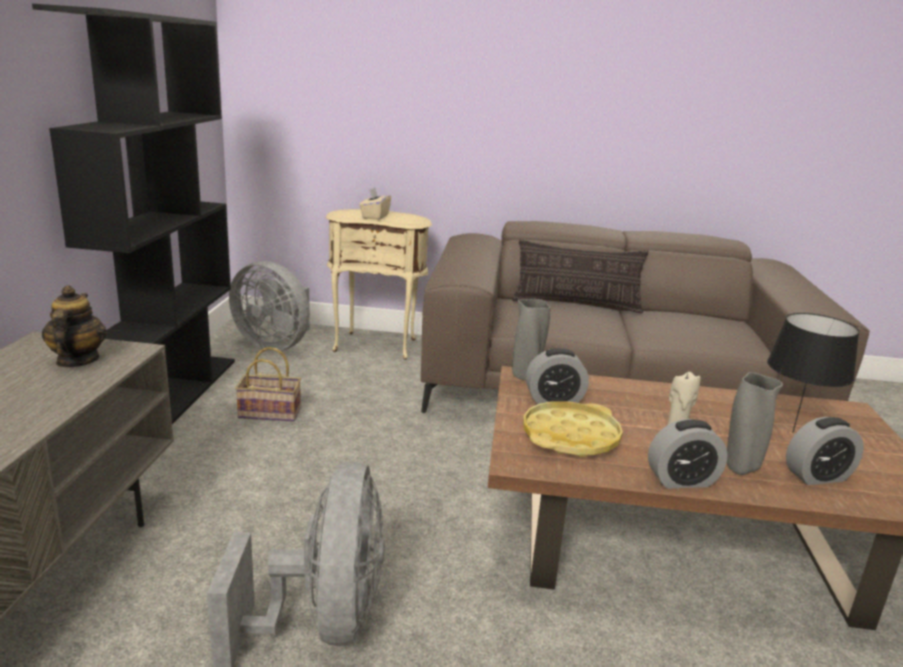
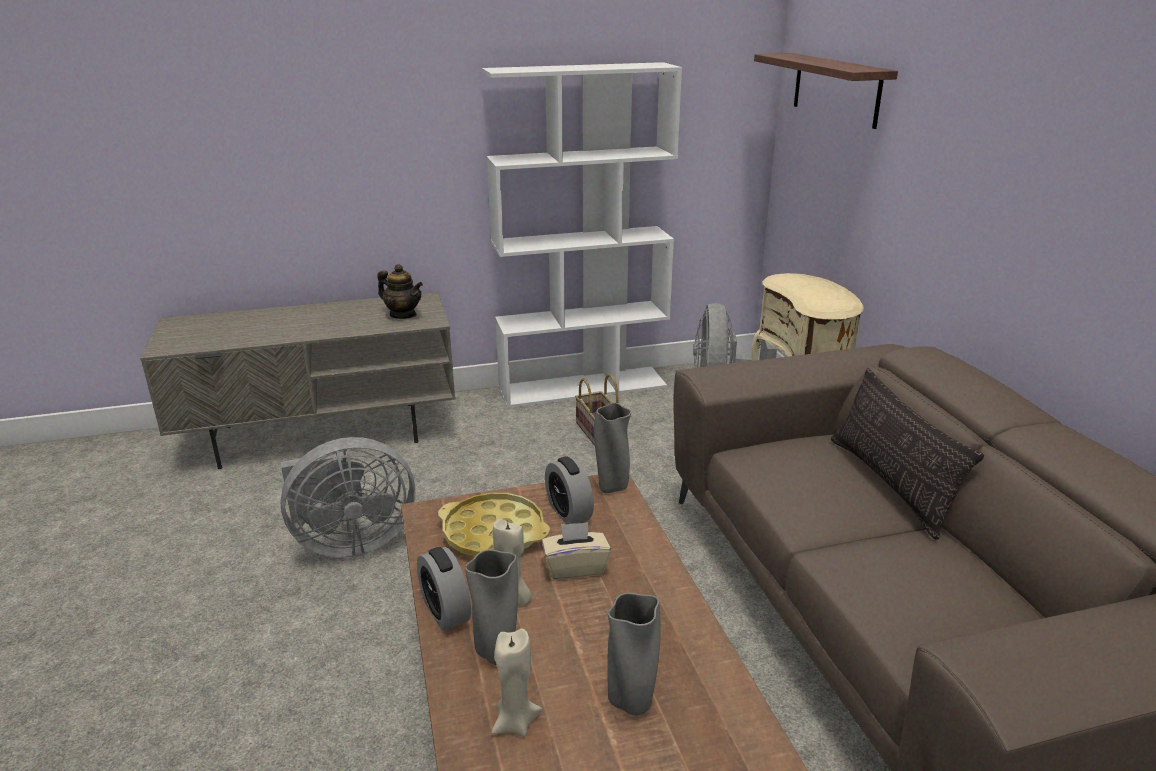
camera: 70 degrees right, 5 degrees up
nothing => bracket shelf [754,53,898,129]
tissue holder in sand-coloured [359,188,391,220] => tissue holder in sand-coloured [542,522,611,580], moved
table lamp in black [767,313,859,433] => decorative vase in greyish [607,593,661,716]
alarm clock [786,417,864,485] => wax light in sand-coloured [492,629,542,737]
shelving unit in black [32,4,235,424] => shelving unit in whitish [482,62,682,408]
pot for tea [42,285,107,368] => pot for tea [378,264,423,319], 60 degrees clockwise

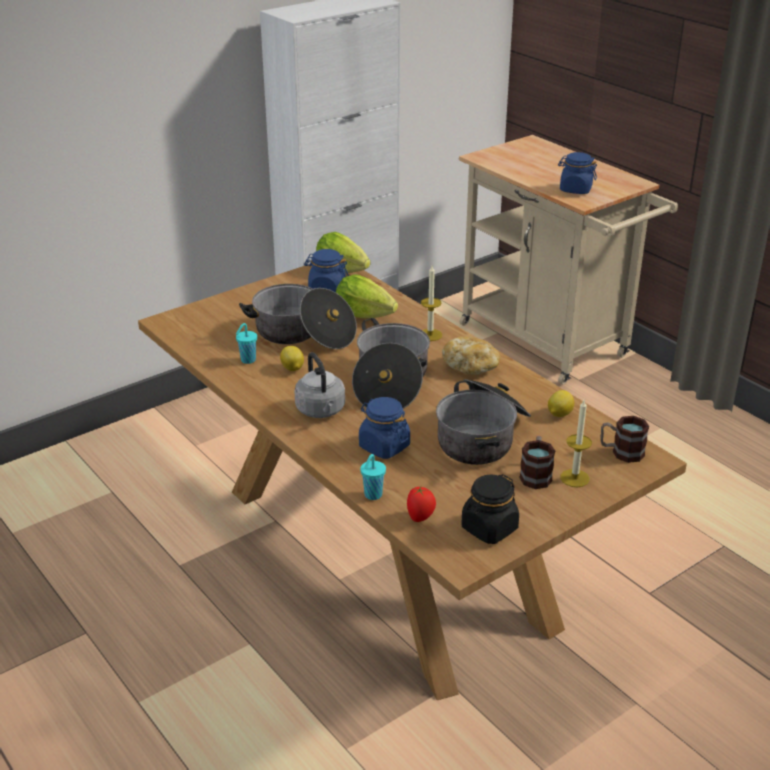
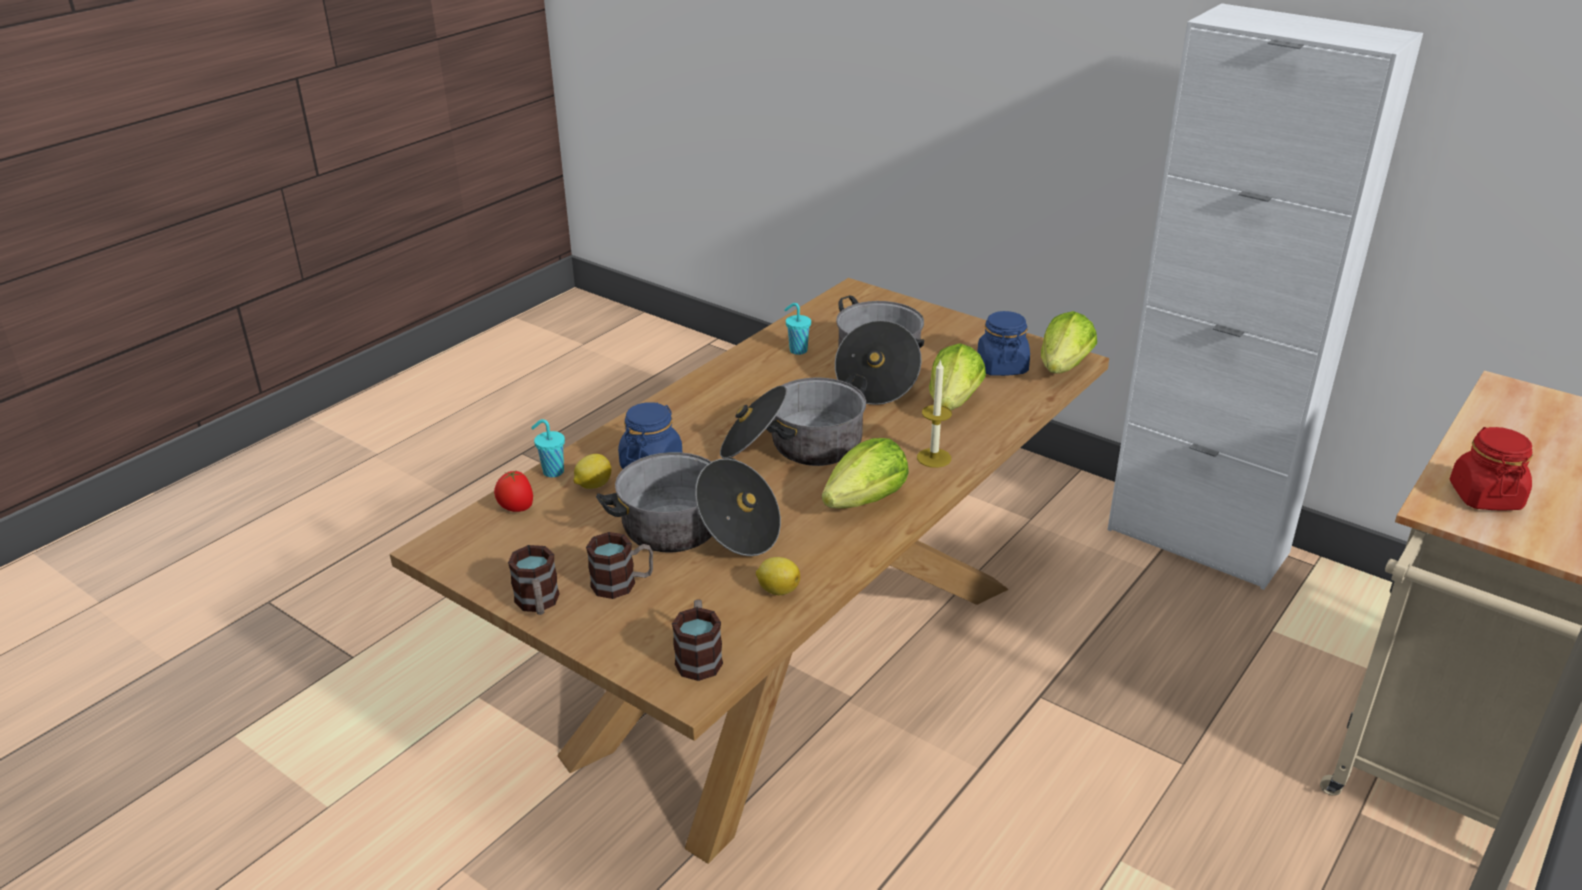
camera: 75 degrees right, 0 degrees up
water kettle in greyish [294,352,345,418] => nothing
preserve jar in black [461,474,519,544] => nothing
wax light [560,400,592,487] => nothing
nothing => mug [508,545,560,615]
lemon [280,346,304,371] => lemon [573,454,611,489], moved
baked bread [442,336,500,375] => head of lettuce [822,438,909,508]
preserve jar in blue-coloured [558,152,597,194] => preserve jar in red [1450,427,1532,510]

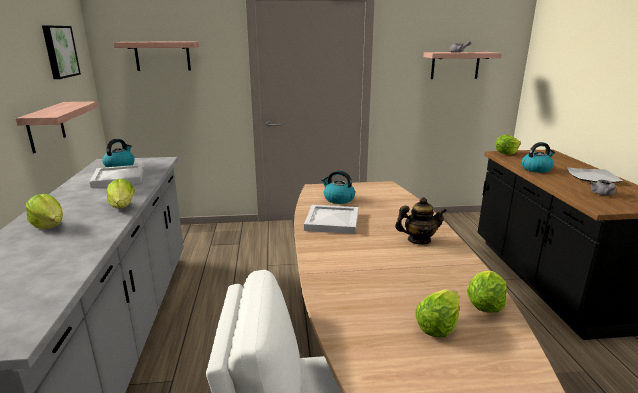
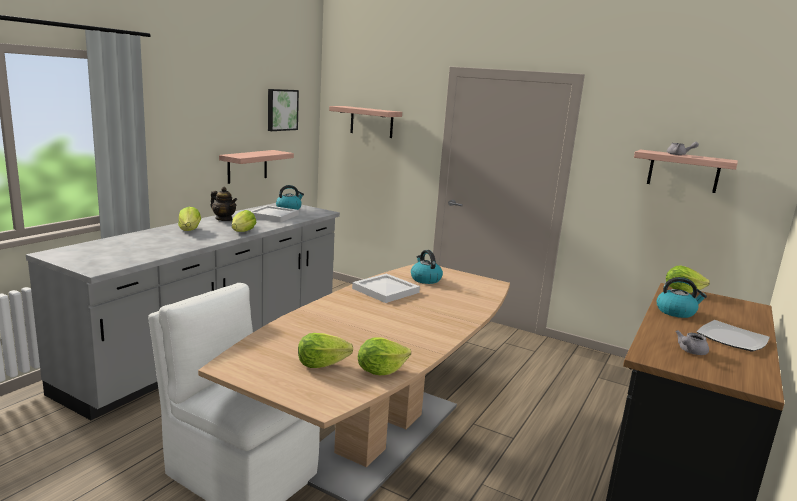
camera: 35 degrees right, 5 degrees down
pot for tea [395,197,447,245] => pot for tea [211,187,237,221], moved

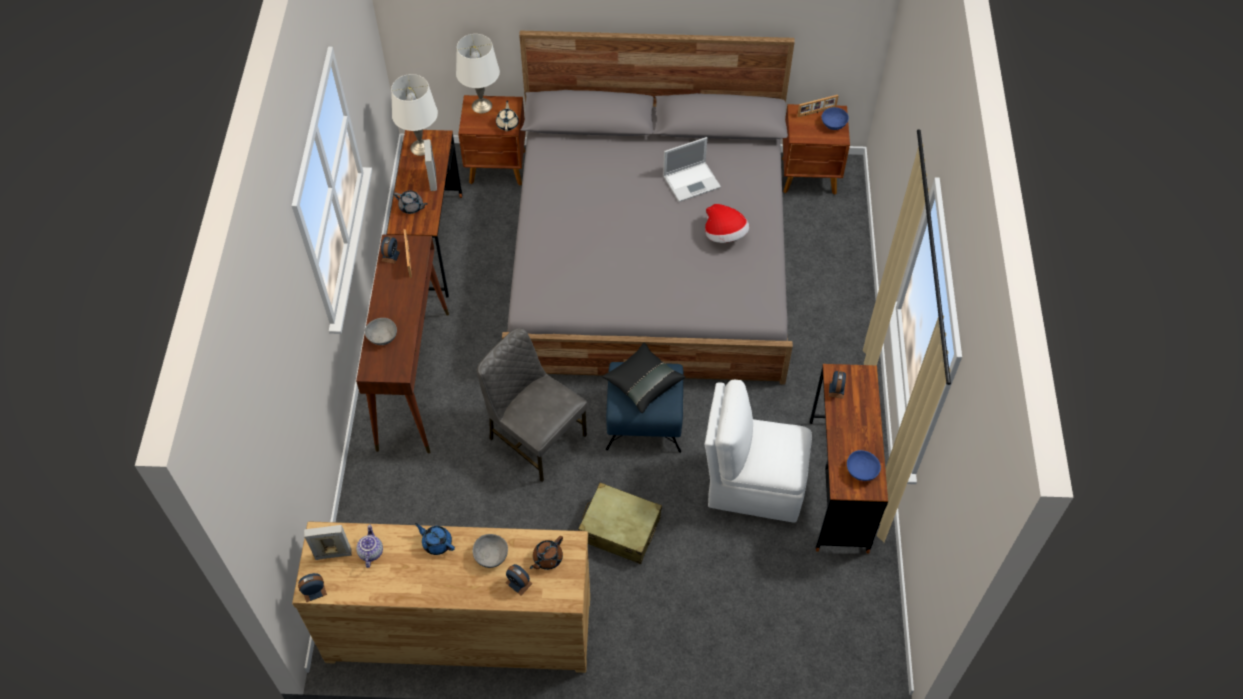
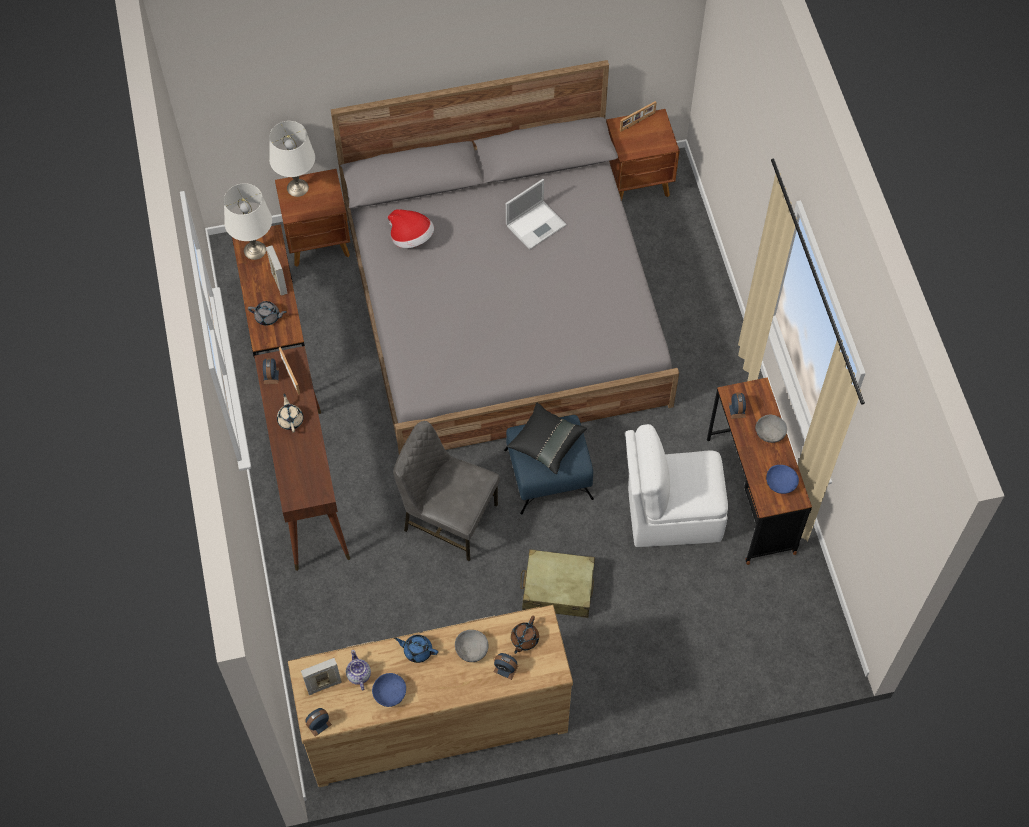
camera: 15 degrees left, 5 degrees up
deep dish in greyish [364,318,397,345] => deep dish in greyish [755,415,787,443], moved
pot for tea in sand-coloured [496,100,519,132] => pot for tea in sand-coloured [277,394,303,433], moved
wearable hat [705,204,749,243] => wearable hat [388,209,434,248], moved
deep dish in blue-coloured [821,107,849,130] => deep dish in blue-coloured [372,673,406,707], moved

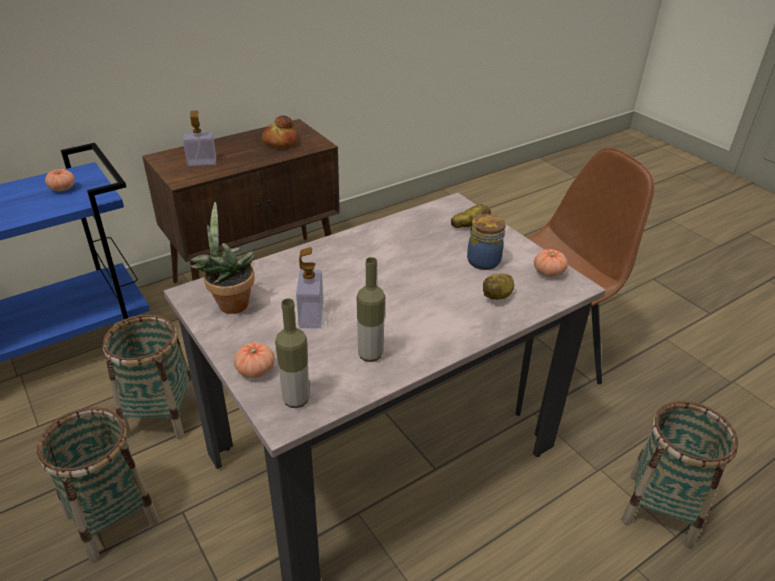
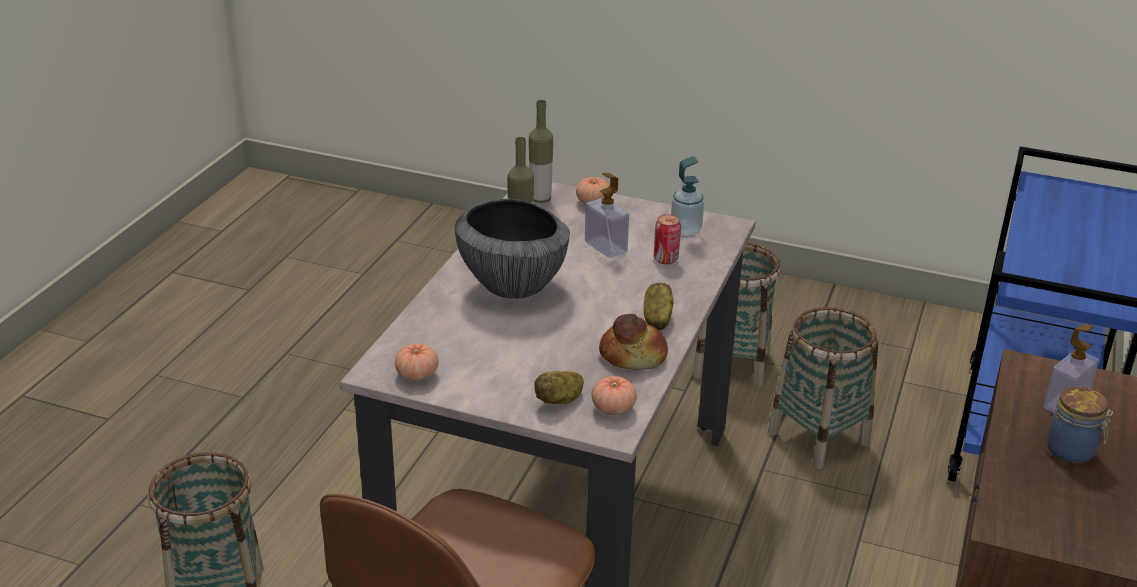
camera: 145 degrees right, 5 degrees down
nothing => deep dish [455,199,570,299]
nothing => sealed can [654,214,681,264]
whole tomato [45,169,75,191] => whole tomato [591,376,637,415], moved
baked bread [262,115,298,148] => baked bread [599,314,668,370], moved
preserve jar [467,214,505,270] => preserve jar [1047,386,1113,464], moved
spud [483,274,514,300] => spud [644,283,674,330], moved
plant in a pot [190,202,255,314] => soap dispenser [671,156,704,237]

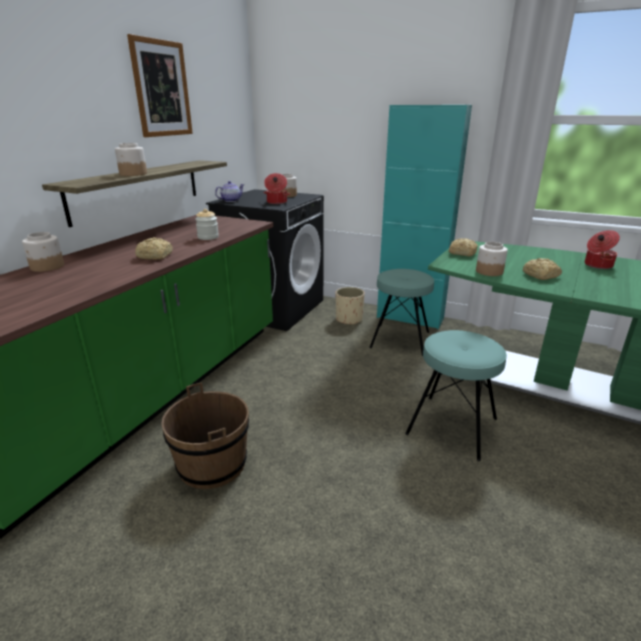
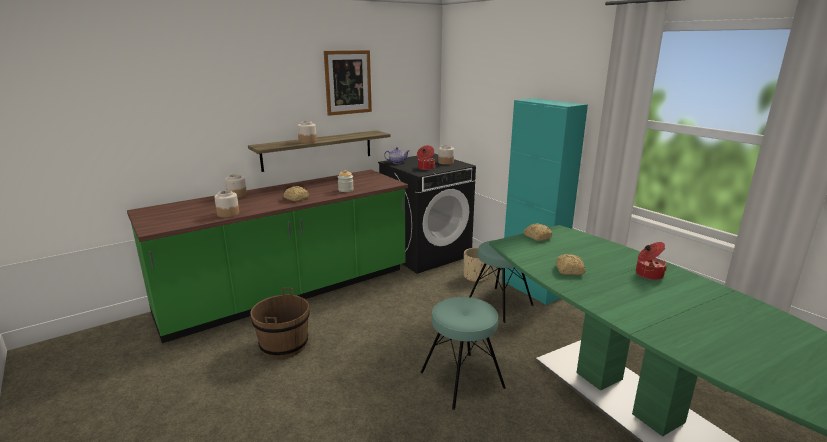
camera: 30 degrees right, 5 degrees down
preserve jar [476,242,508,276] => preserve jar [214,190,239,218], moved

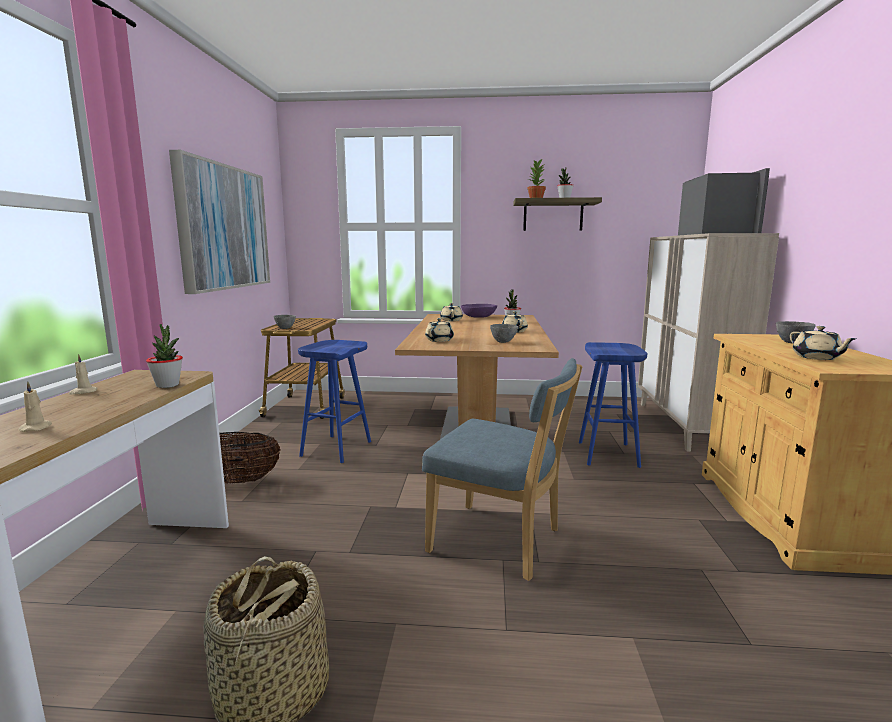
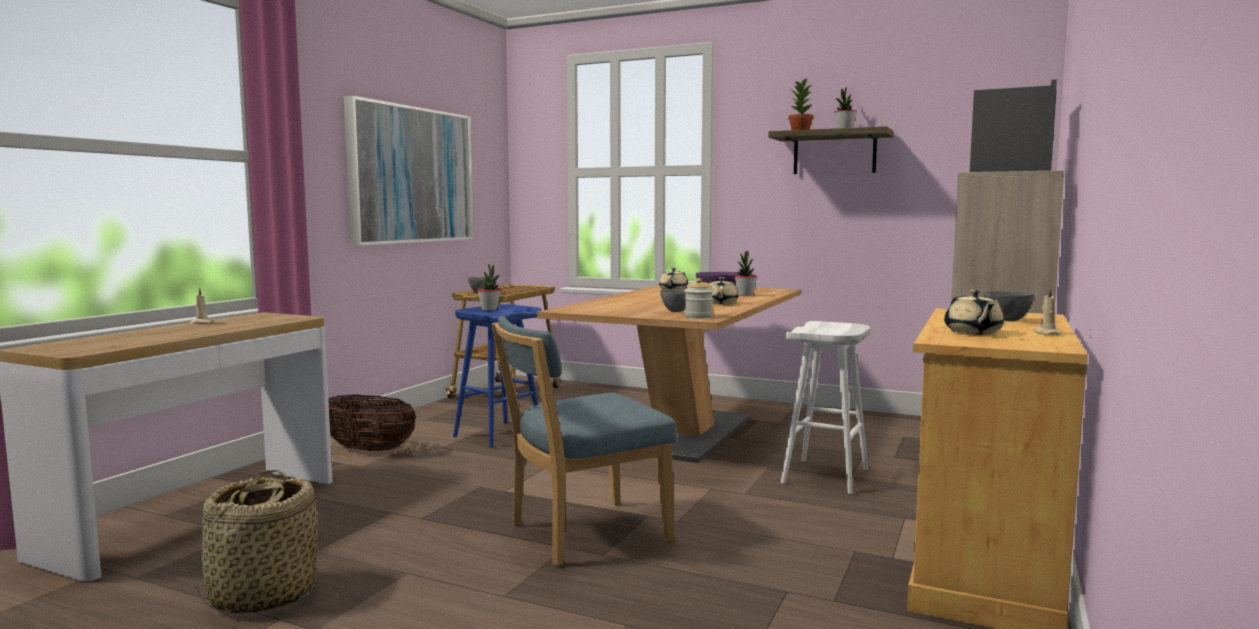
camera: 20 degrees right, 5 degrees down
pot for tea in sand-coloured [425,318,454,342] => nothing
nothing => preserve jar [684,278,713,318]
wax light in sand-coloured [18,382,52,432] => wax light in sand-coloured [1034,287,1062,335], moved
plant in a pot [146,324,183,388] => plant in a pot [477,264,501,311], moved
sitting stool in blue-coloured [579,342,647,468] => sitting stool in whitish [781,321,870,494]
upright chair in blue-coloured [422,358,582,581] => upright chair in blue-coloured [492,316,677,566], 105 degrees clockwise

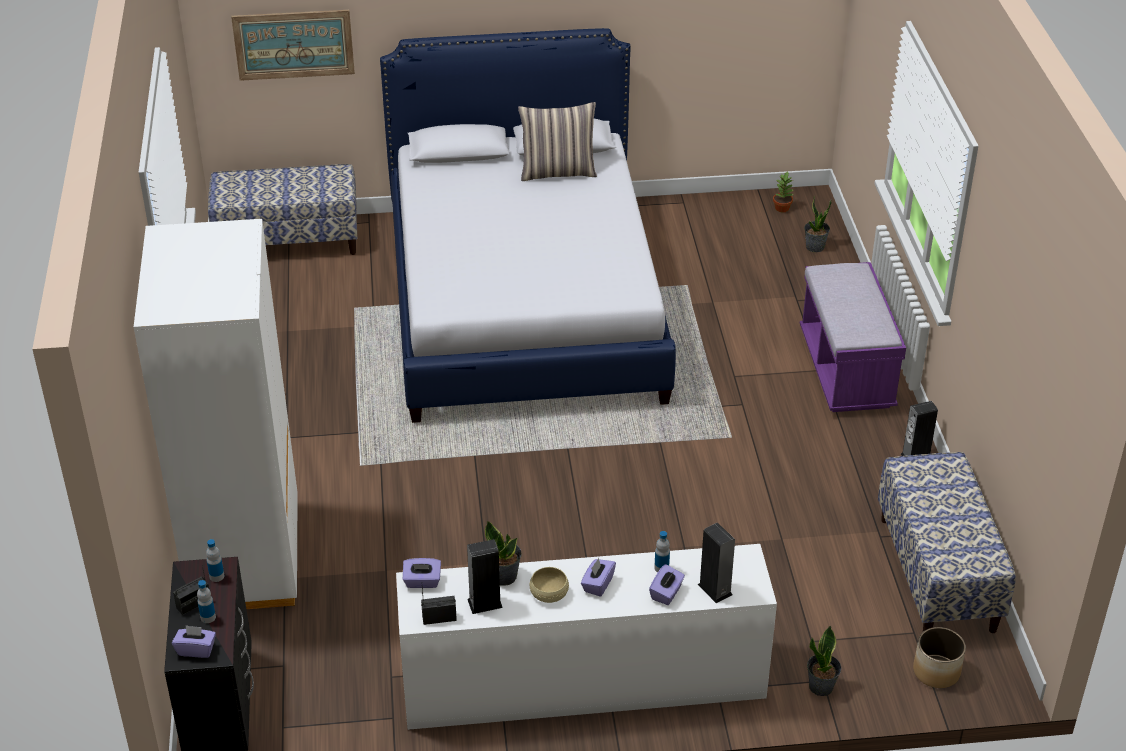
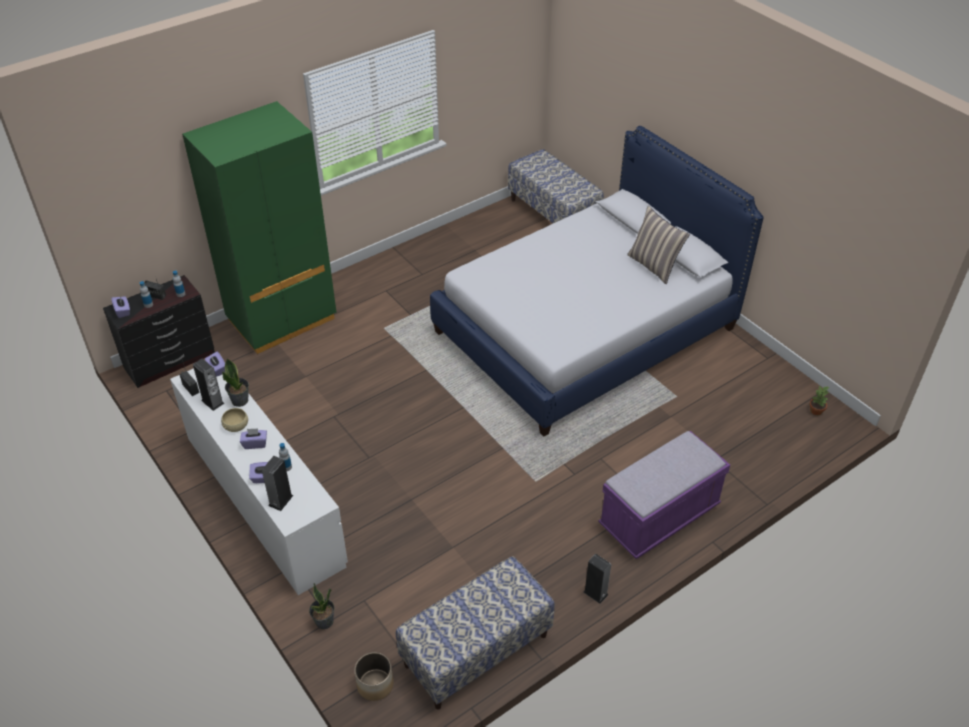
camera: 60 degrees right, 5 degrees up
wall art [231,10,355,81] => nothing
plant in a pot [804,196,832,252] => nothing
wardrobe in whitish [134,219,298,609] => wardrobe in green [182,101,337,354]

